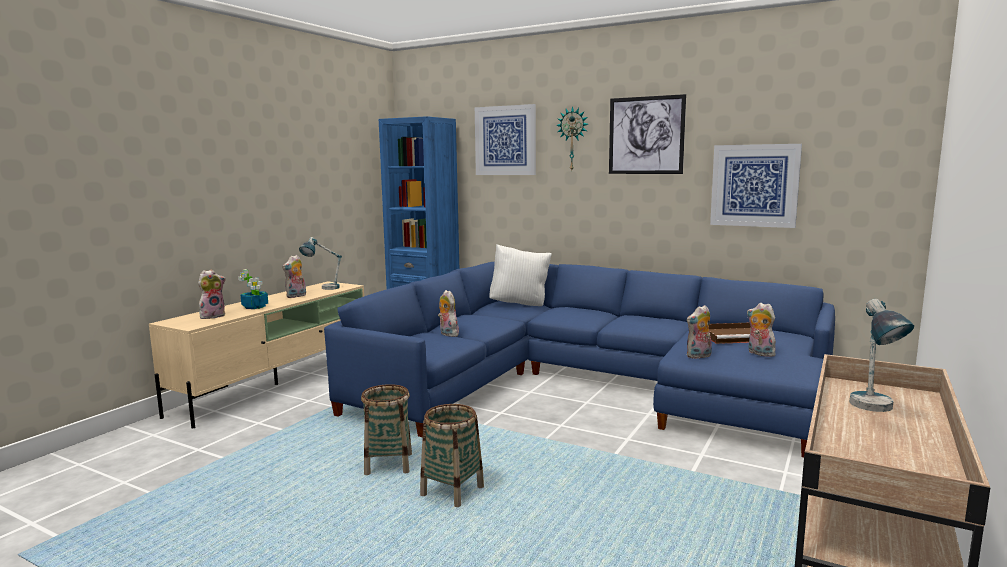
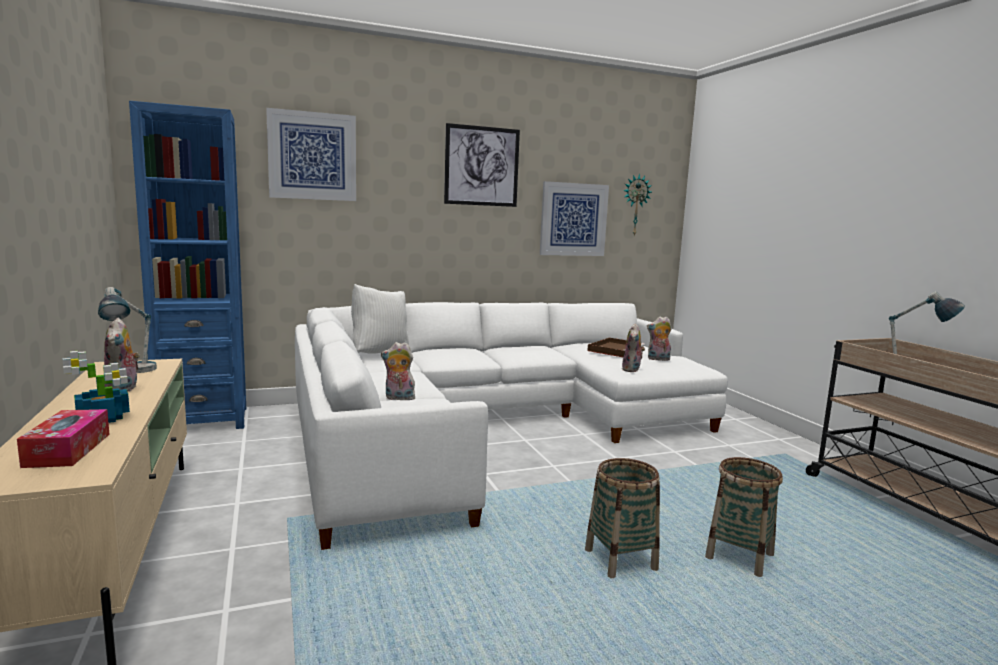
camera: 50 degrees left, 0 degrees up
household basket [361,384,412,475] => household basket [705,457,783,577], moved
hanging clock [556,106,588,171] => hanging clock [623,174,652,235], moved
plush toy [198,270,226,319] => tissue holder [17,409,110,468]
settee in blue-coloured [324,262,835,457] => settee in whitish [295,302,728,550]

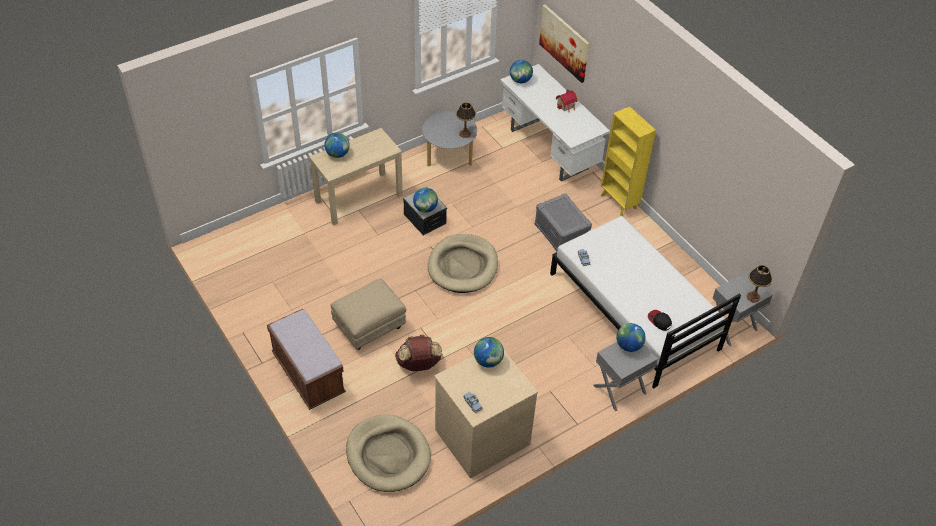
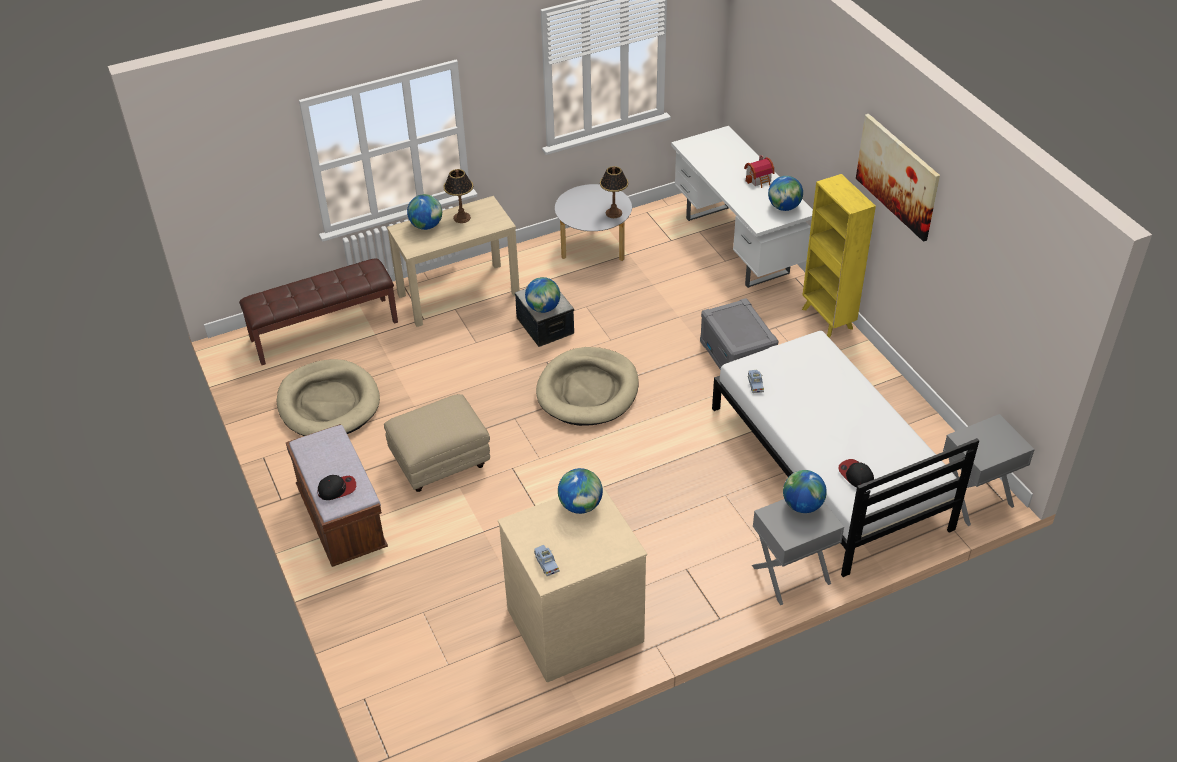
camera: 10 degrees right, 5 degrees down
backpack in brownish [395,335,442,371] => nothing
nothing => bench in brownish [239,259,398,365]
nothing => cap [317,475,356,500]
pet bed in sand-coloured [346,415,431,492] => pet bed in sand-coloured [276,359,380,436], moved
world globe [510,60,533,83] => world globe [768,176,803,211], moved
wall art [539,5,589,83] => wall art [856,114,940,242], moved
table lamp [747,265,772,303] => table lamp [443,169,473,223], moved

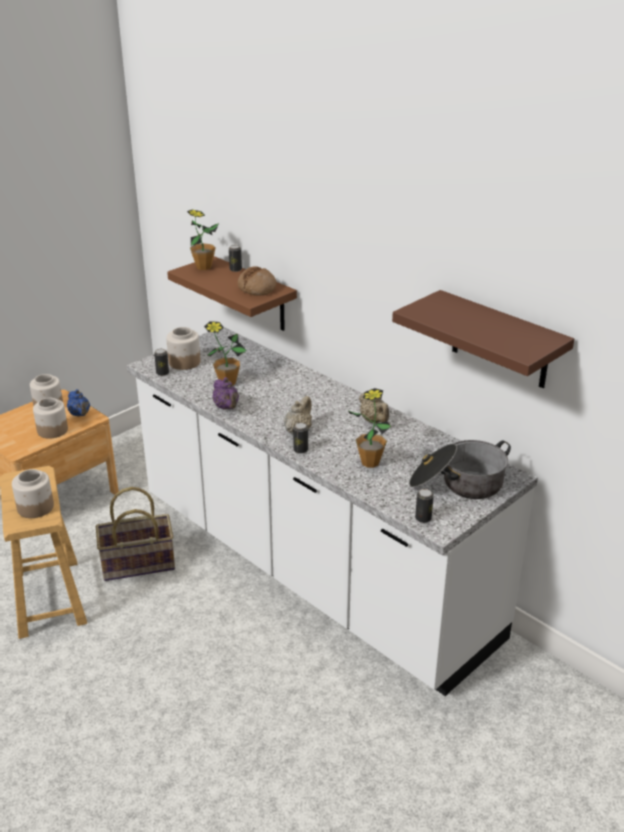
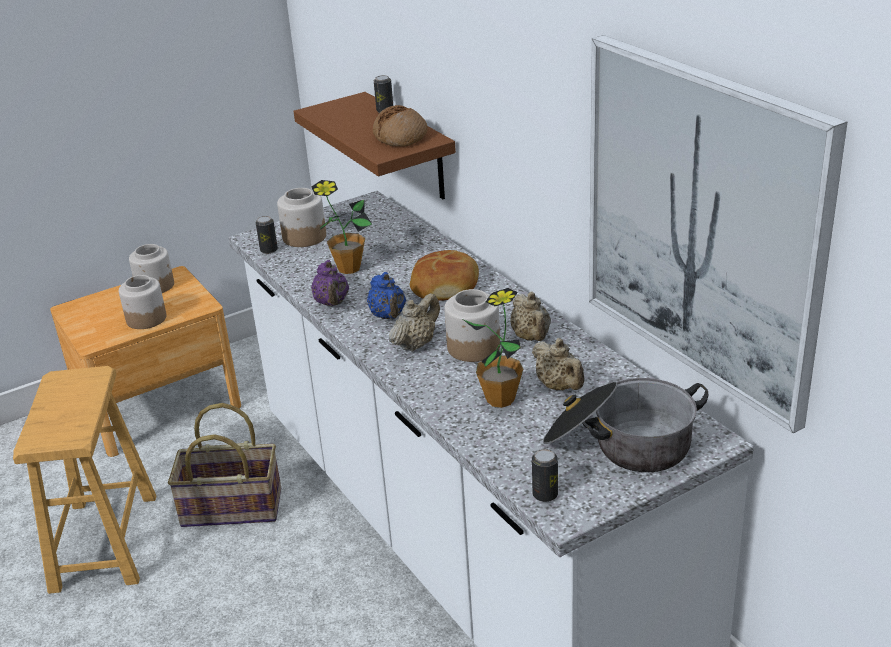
camera: 15 degrees right, 0 degrees up
plant in a pot [187,210,219,270] => nothing
sealed can [293,423,308,454] => nothing
nothing => baked bread [410,250,479,301]
nothing => pot for tea in sand-coloured [532,338,585,390]
preserve jar [12,469,54,518] => preserve jar [444,289,500,362], moved
pot for tea in blue-coloured [67,389,90,417] => pot for tea in blue-coloured [367,272,406,319], moved
bracket shelf in brownish [392,290,574,388] => wall art [589,35,847,433]

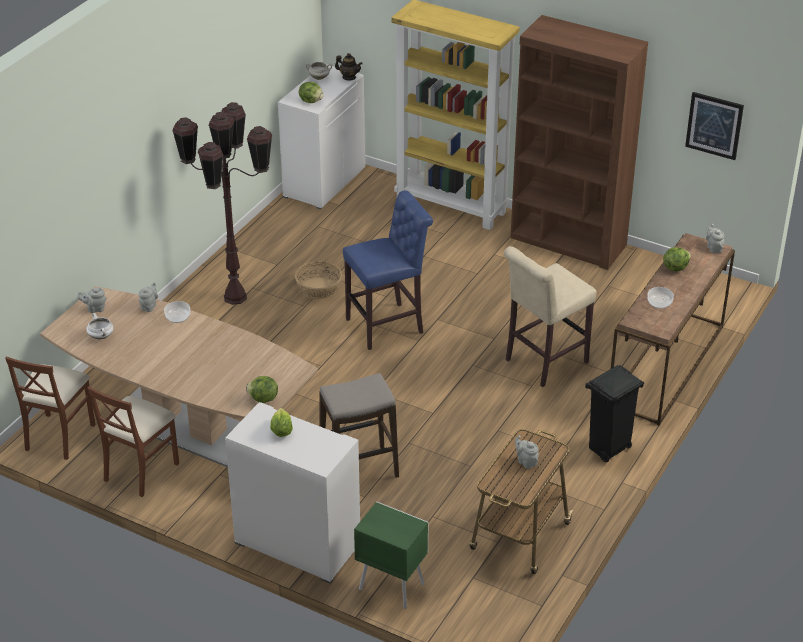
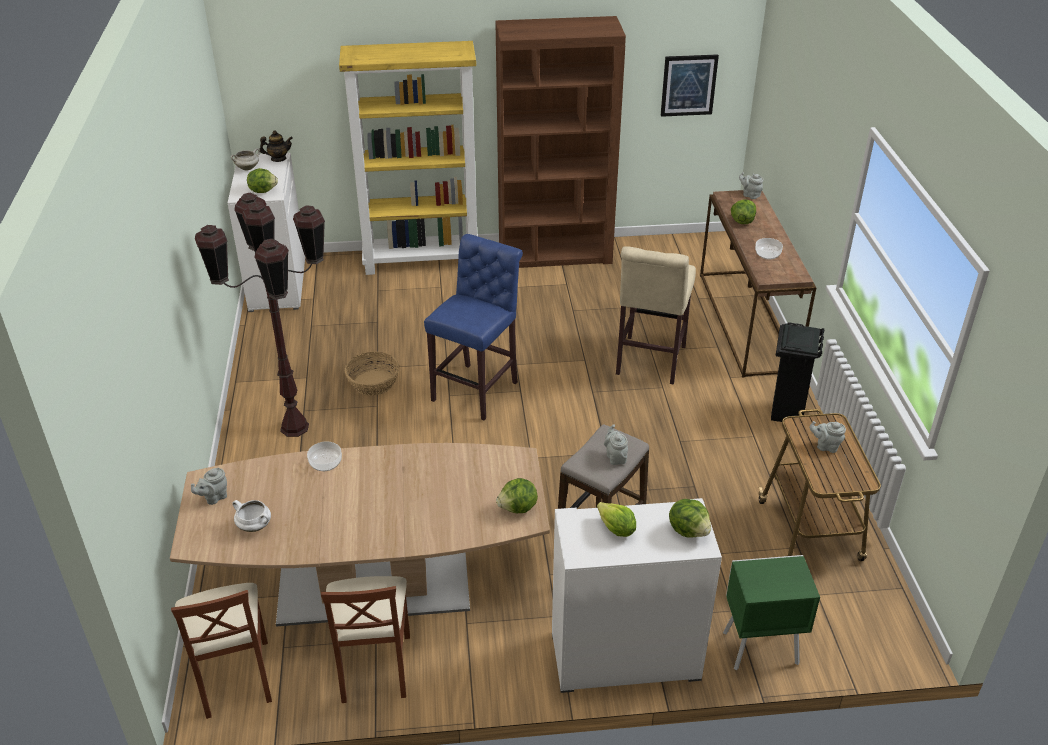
camera: 35 degrees left, 0 degrees up
nothing => head of lettuce [669,499,711,538]
pot for tea in greyish [139,282,158,312] => pot for tea in greyish [604,424,628,465], moved

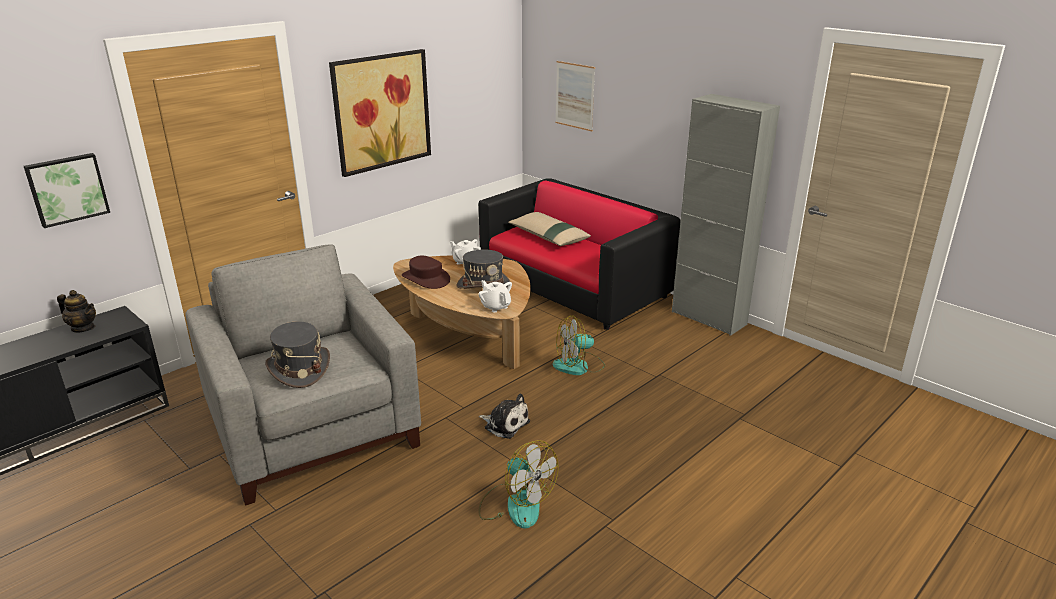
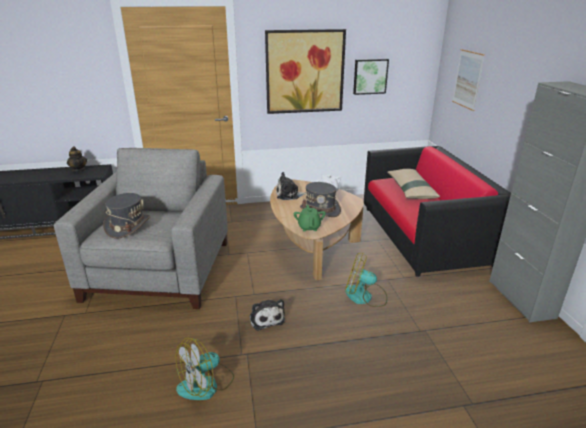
camera: 35 degrees right, 0 degrees up
wall art [24,153,110,228] => wall art [353,59,389,95], moved
wearable hat in brownish [402,256,450,289] => plush toy [276,172,306,200]
pot for tea in whitish [478,280,512,313] => pot for tea in green [293,205,326,231]
cooling fan [479,440,559,529] => cooling fan [176,338,234,400], 60 degrees clockwise

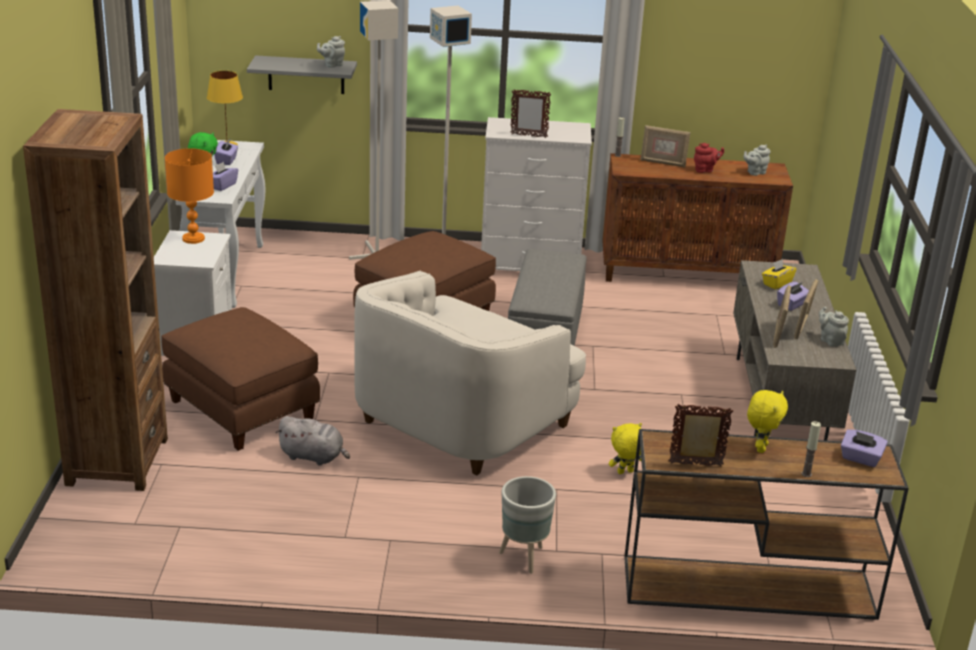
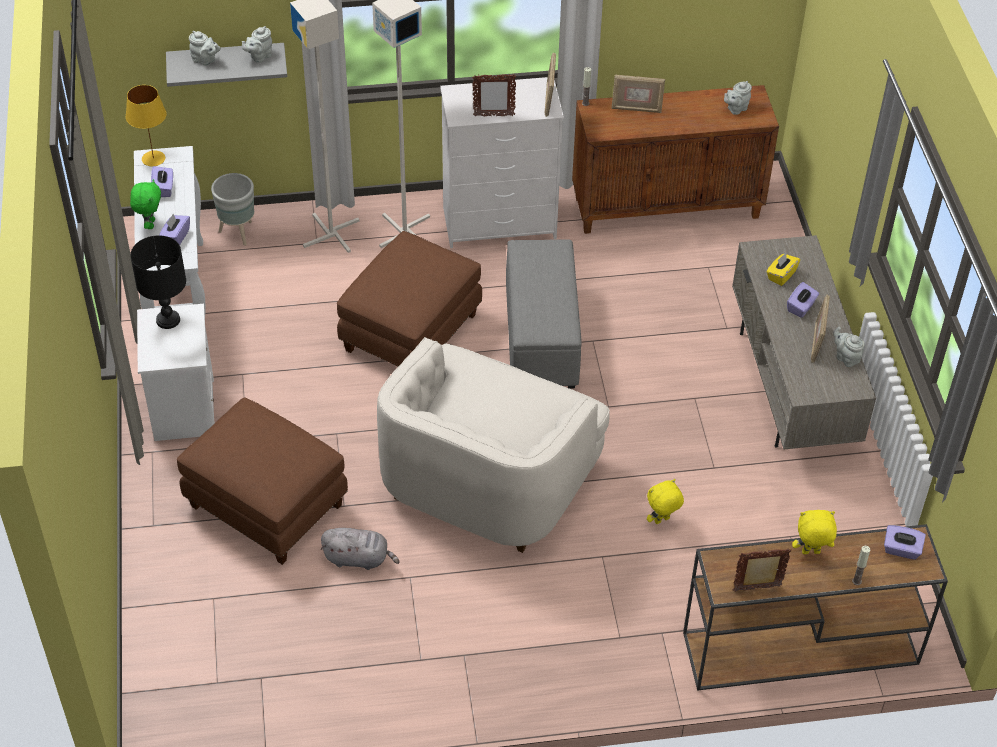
camera: 10 degrees left, 20 degrees up
shelving unit in brownish [23,109,168,491] => nothing
pot for tea in red [694,143,724,173] => nothing
nothing => pot for tea in greyish [189,31,221,66]
planter in greyish [499,476,556,574] => planter in greyish [211,173,254,246], moved
picture frame [773,285,791,348] => picture frame [545,52,556,117], moved
table lamp in orangey [165,148,214,244] => table lamp in black [130,235,186,329]
plush toy in yellow [747,390,788,453] => plush toy in yellow [792,510,837,554], 105 degrees counterclockwise

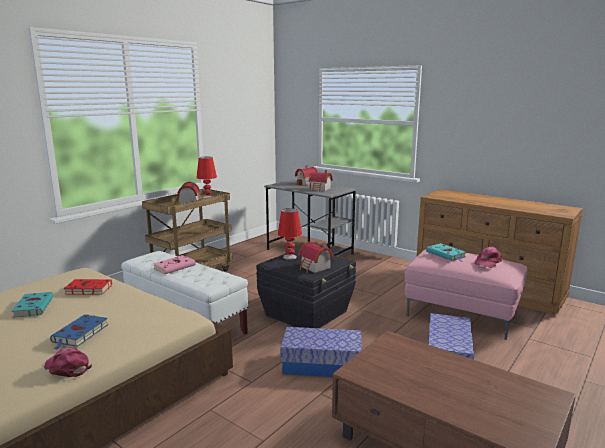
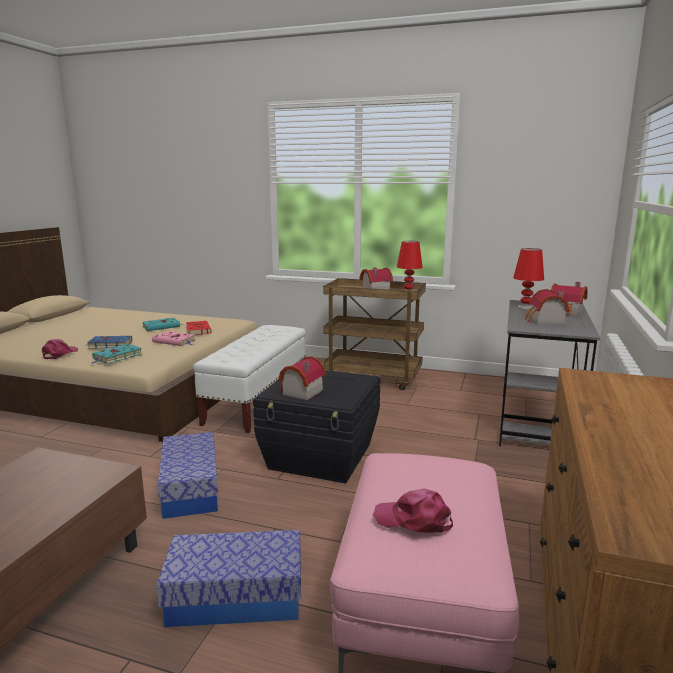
camera: 70 degrees right, 0 degrees up
volume in pink [153,255,195,274] => volume in pink [152,331,195,346], moved
table lamp in red [278,208,302,260] => table lamp in red [513,248,544,309], moved
volume in turquoise [426,243,466,262] => volume in turquoise [92,344,142,364], moved

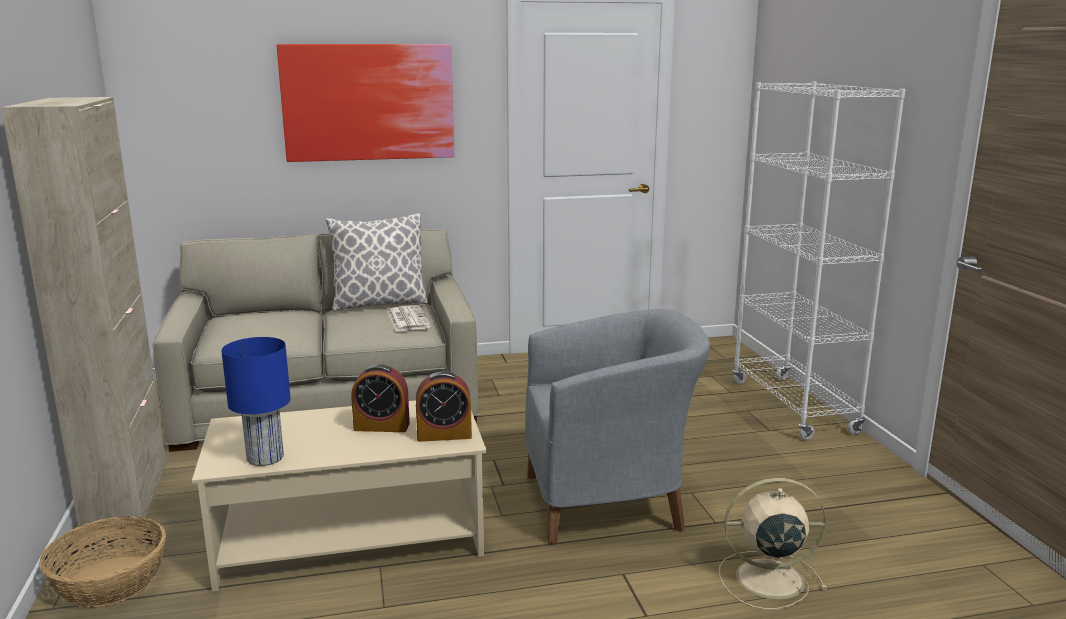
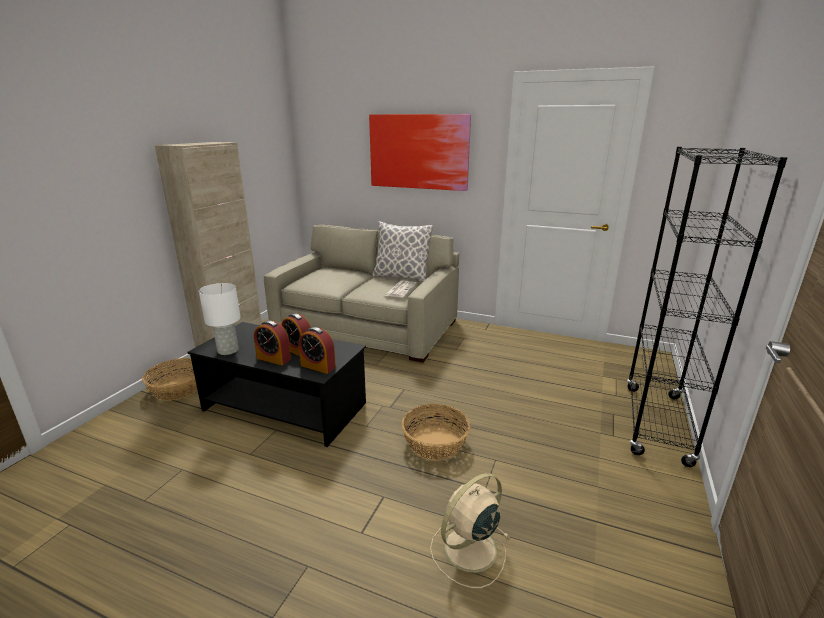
camera: 35 degrees right, 5 degrees up
nothing => alarm clock [254,320,291,365]
lounge chair in greyish [525,309,710,544] => household basket [401,404,470,460]
lounge table in sand-coloured [192,400,487,591] => lounge table in black [188,322,366,447]
table lamp in blue-coloured [221,337,291,466] => table lamp in whitish [199,283,241,355]
shelving unit in whitish [732,82,905,440] => shelving unit in black [627,147,787,467]
cooling fan in sand-coloured [719,478,827,610] => cooling fan in sand-coloured [430,473,509,588], 75 degrees counterclockwise

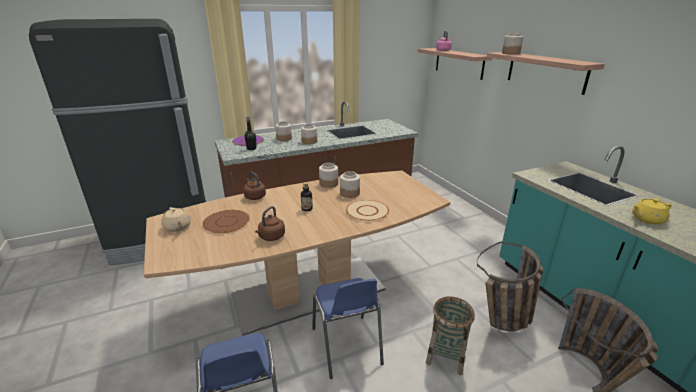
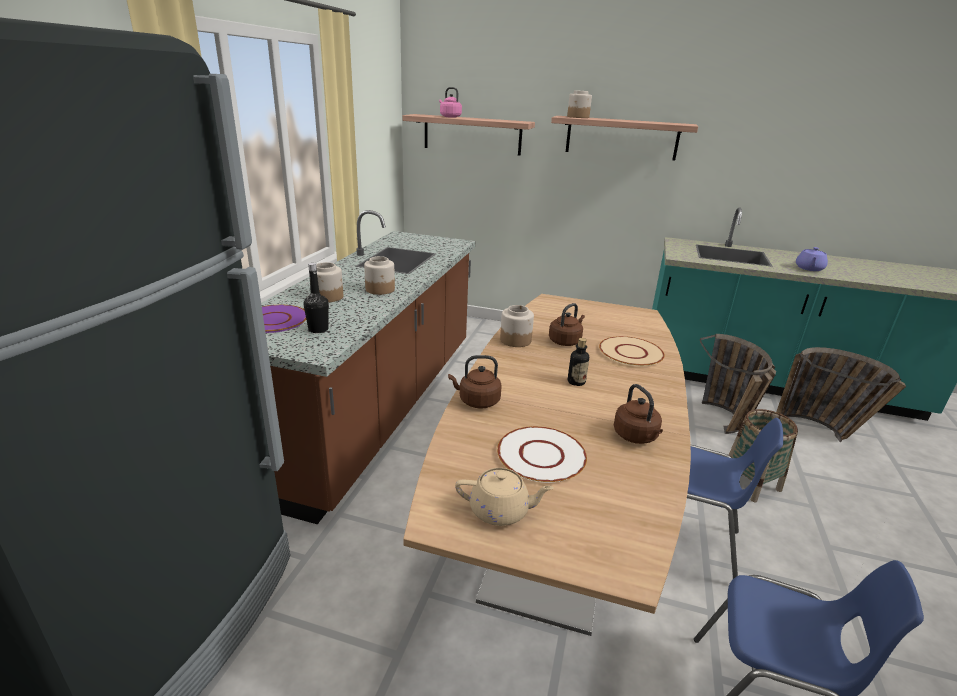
camera: 50 degrees left, 0 degrees up
preserve jar [340,171,360,198] => water kettle in brownish [549,303,585,346]
plate in brownish [202,210,250,233] => plate in whitish [497,426,587,483]
pot for tea in yellow [632,198,672,225] => pot for tea in purplish [796,247,828,271]

